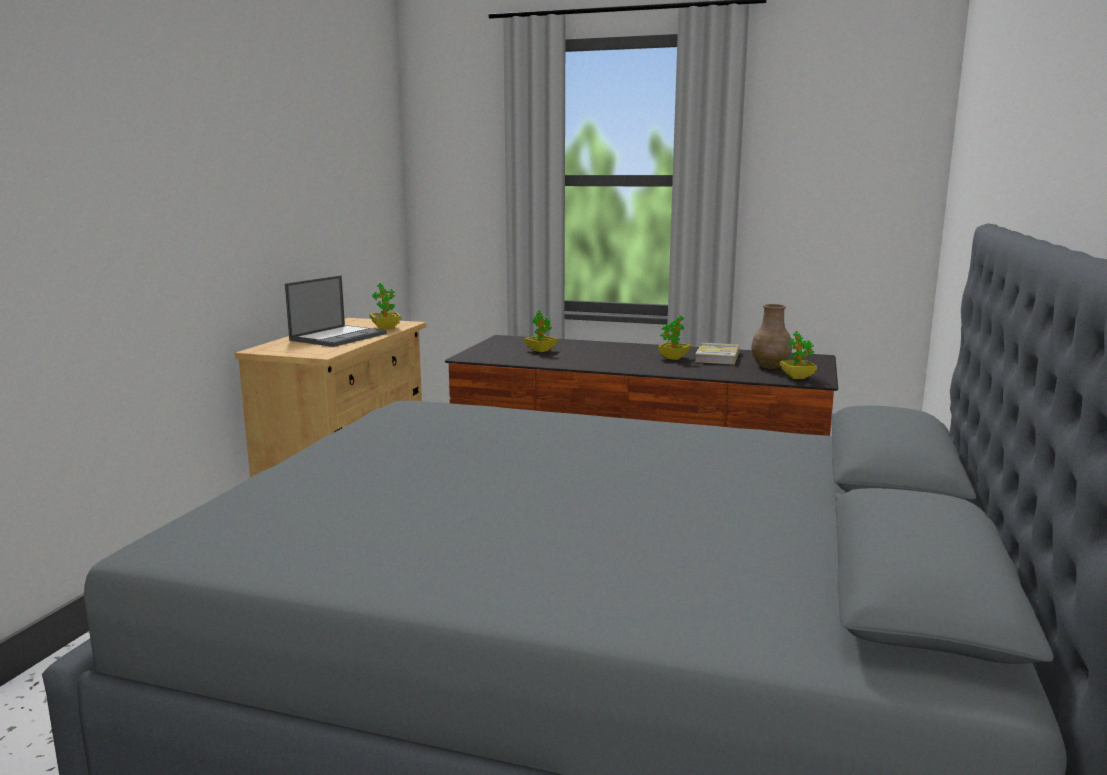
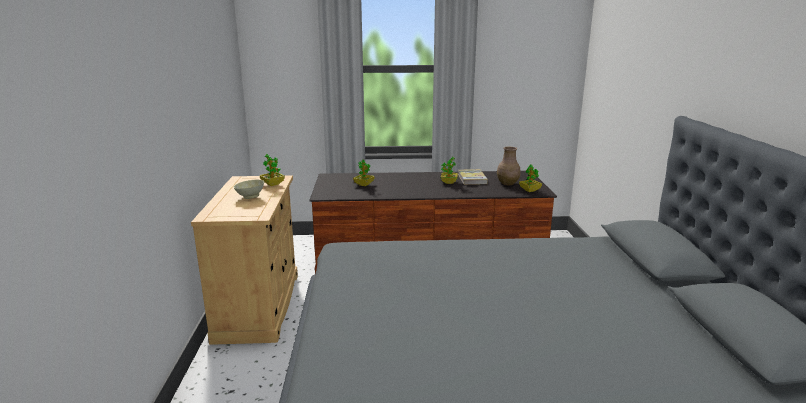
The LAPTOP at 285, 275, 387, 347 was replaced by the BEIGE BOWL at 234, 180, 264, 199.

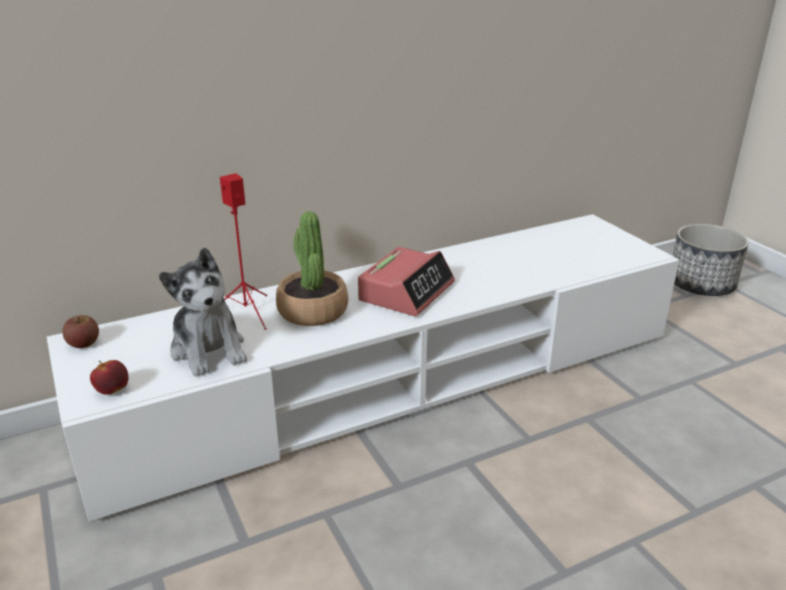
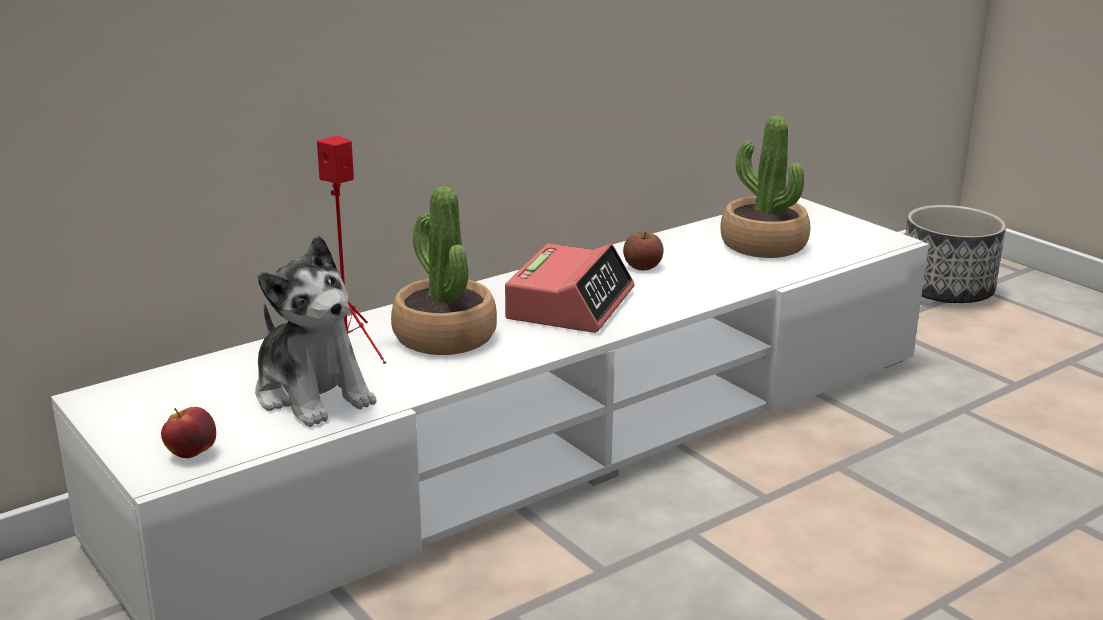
The APPLE moved from 62, 315, 99, 348 to 623, 232, 663, 270.
The POTTED PLANT at 720, 116, 810, 258 appeared.

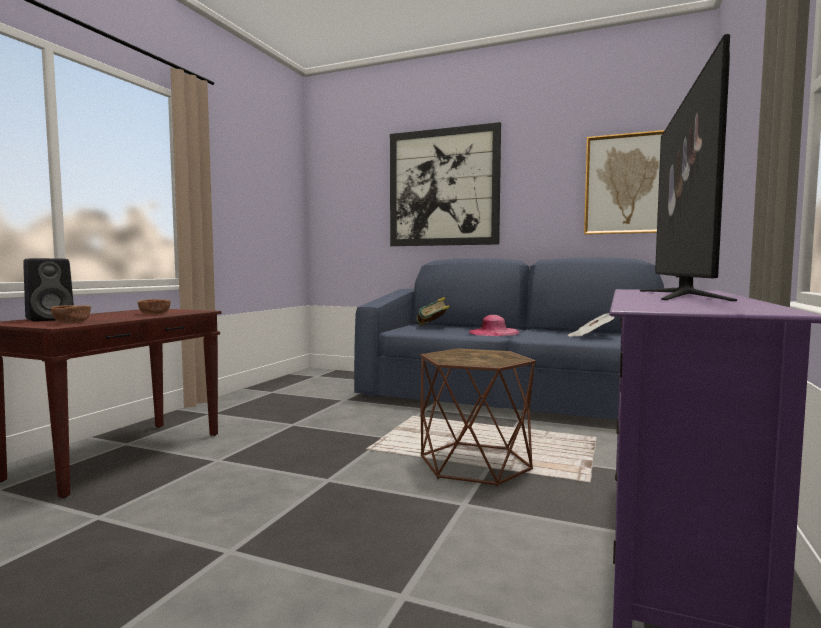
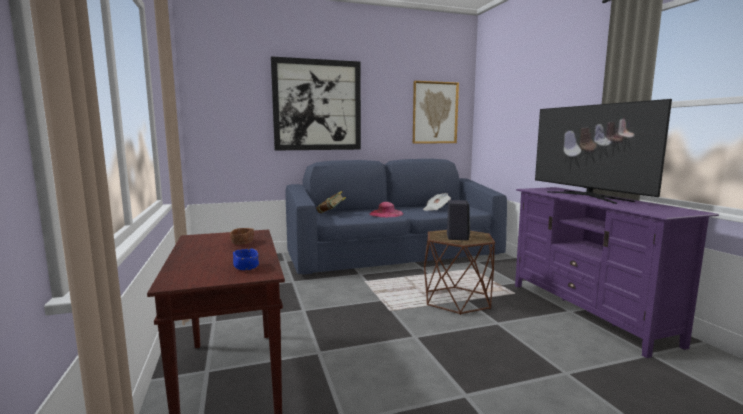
The BROWN BOWL at 51, 305, 91, 323 became the BLUE BOWL at 233, 249, 259, 270.
The BLACK SPEAKER moved from 23, 258, 74, 322 to 447, 200, 470, 240.

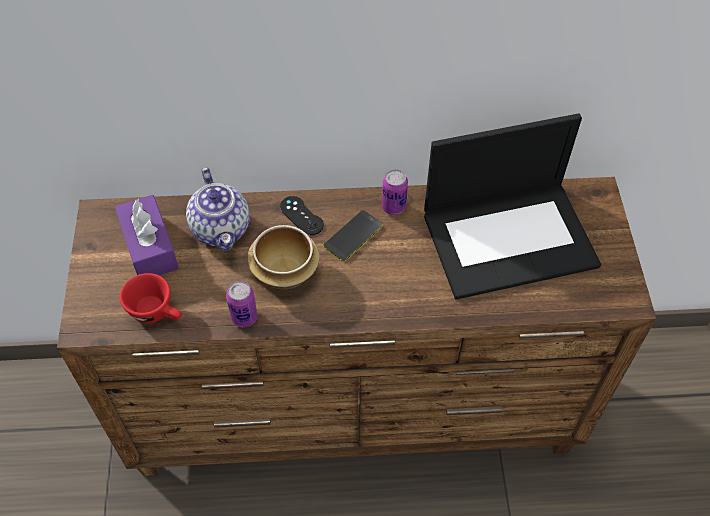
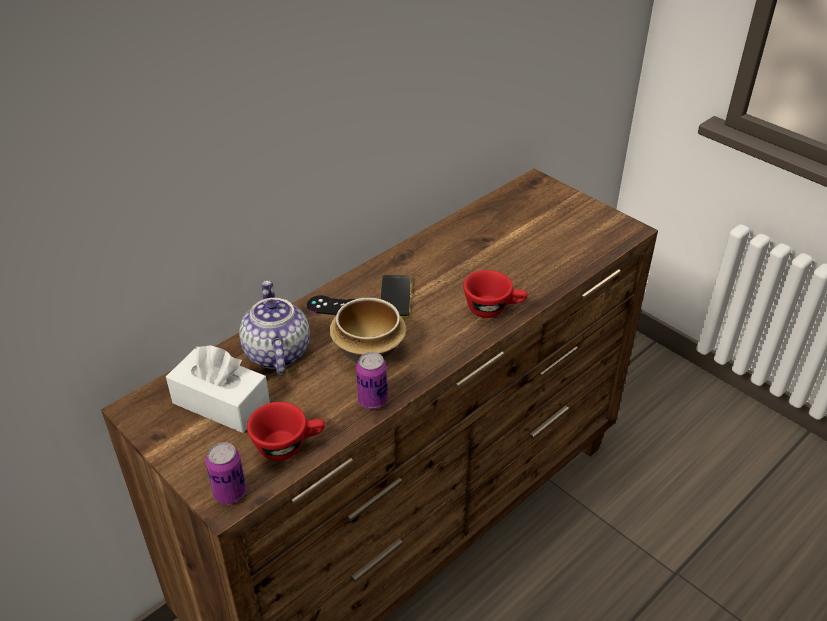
The PURPLE TISSUE BOX at 115, 195, 179, 275 became the WHITE TISSUE BOX at 166, 345, 270, 433.
The CAN moved from 382, 170, 408, 215 to 206, 442, 246, 504.
The TEAPOT at 186, 167, 250, 251 turned 135 degrees counterclockwise.
The RED CUP at 463, 270, 527, 318 appeared.
The LAPTOP at 424, 113, 601, 300 disappeared.

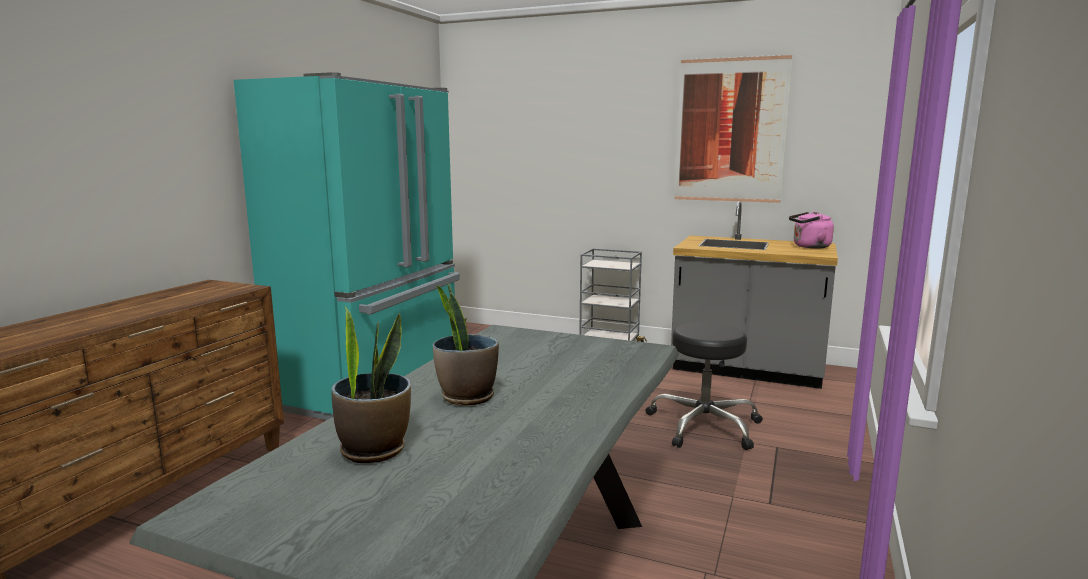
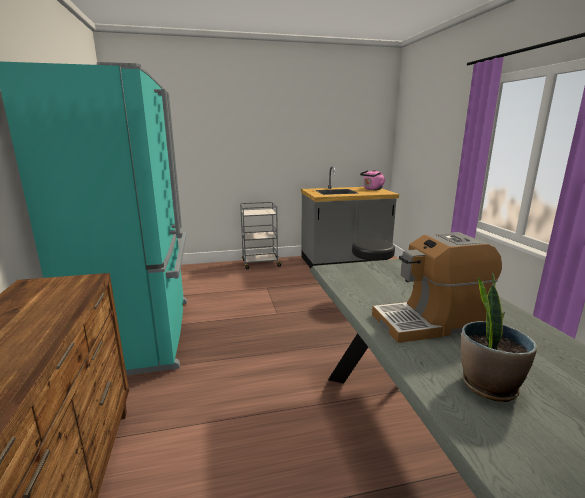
The POTTED PLANT at 433, 283, 499, 406 was replaced by the COFFEE MACHINE at 372, 232, 502, 343.
The PICTURE at 675, 55, 792, 203 disappeared.

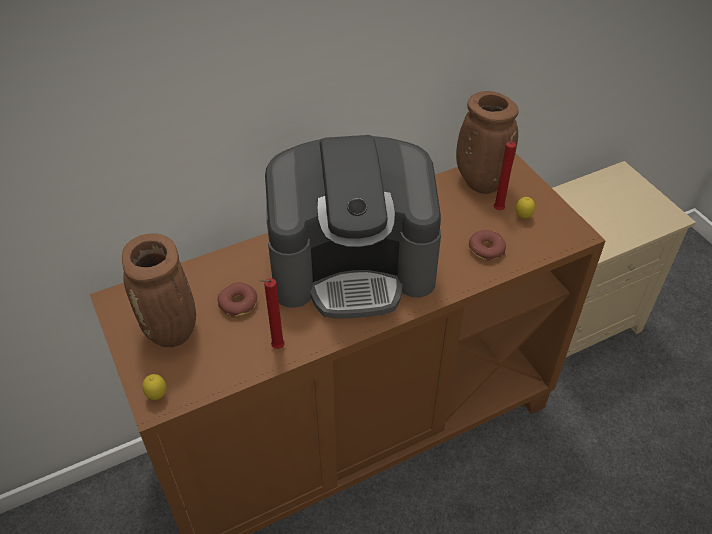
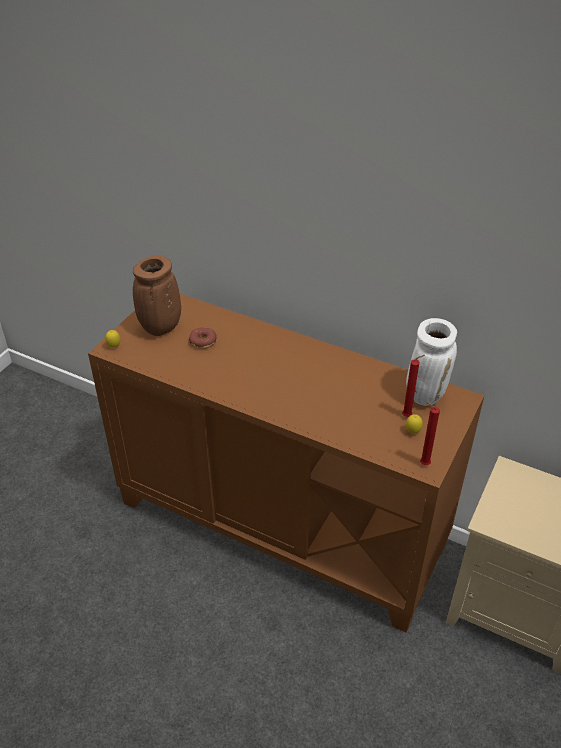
The BROWN VASE at 456, 91, 519, 194 became the WHITE VASE at 406, 318, 457, 406.
The RED CANDLE moved from 259, 278, 285, 349 to 420, 402, 440, 465.
The COFFEE MACHINE at 265, 135, 441, 318 disappeared.
The DONUT at 469, 230, 506, 261 disappeared.

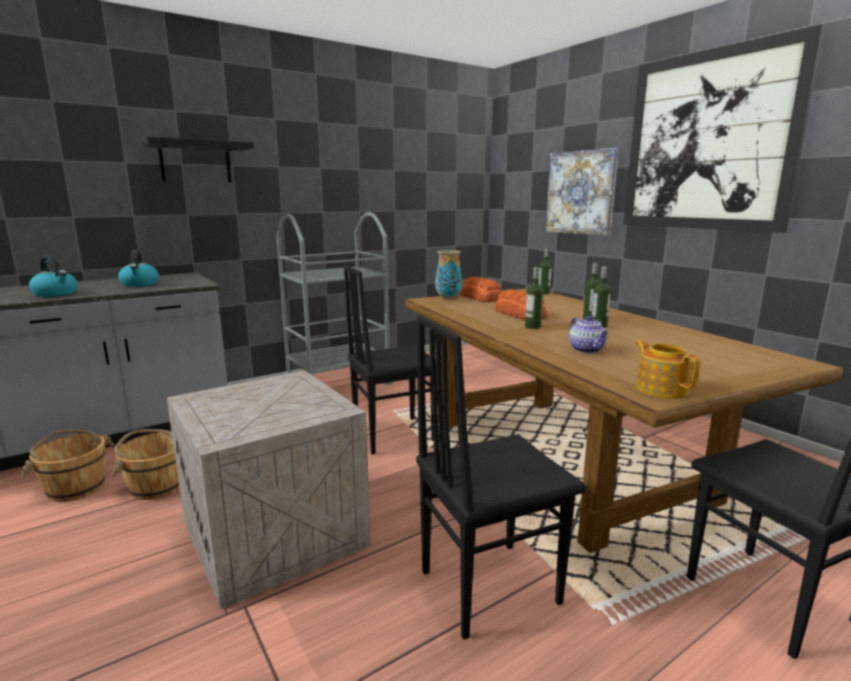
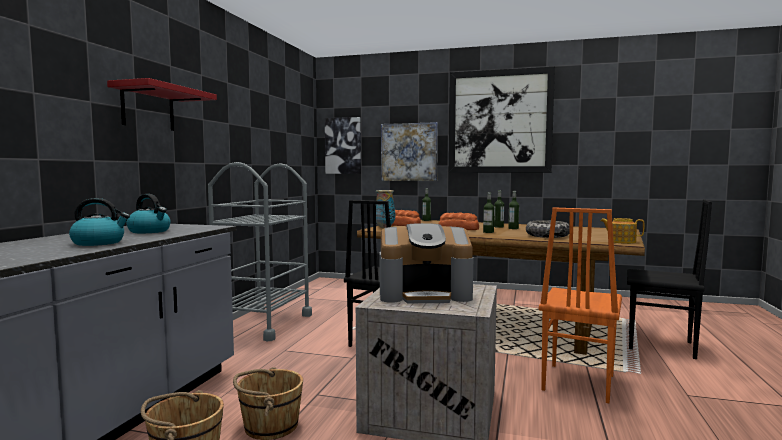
The BLACK SHELF at 141, 136, 254, 182 became the RED SHELF at 107, 78, 217, 131.
The PICTURE at 325, 117, 361, 174 appeared.
The COFFEE MACHINE at 380, 223, 473, 303 appeared.
The TEAPOT at 569, 316, 609, 353 was replaced by the BOWL at 526, 220, 570, 238.
The BLACK CHAIR at 416, 315, 586, 640 became the ORANGE CHAIR at 539, 207, 622, 403.

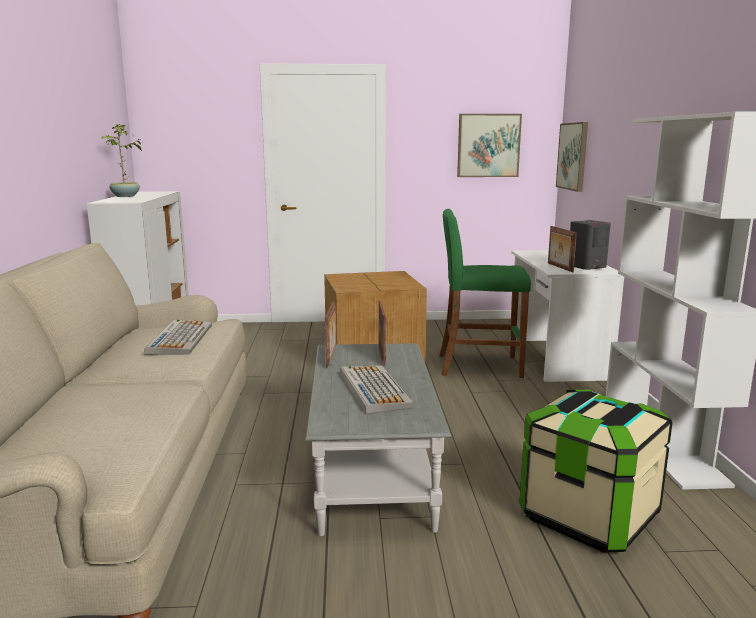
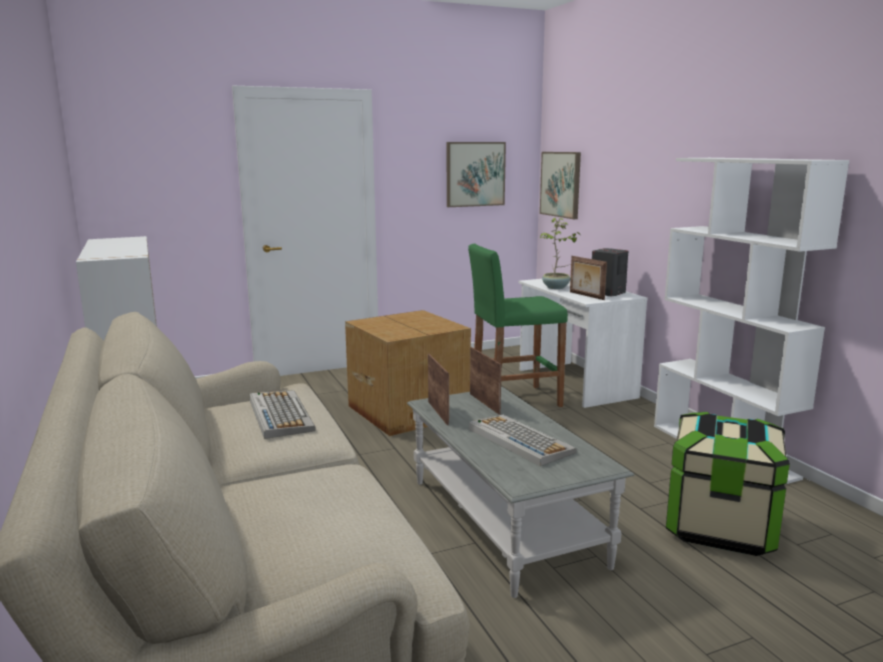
The POTTED PLANT moved from 101, 124, 142, 197 to 540, 218, 581, 289.

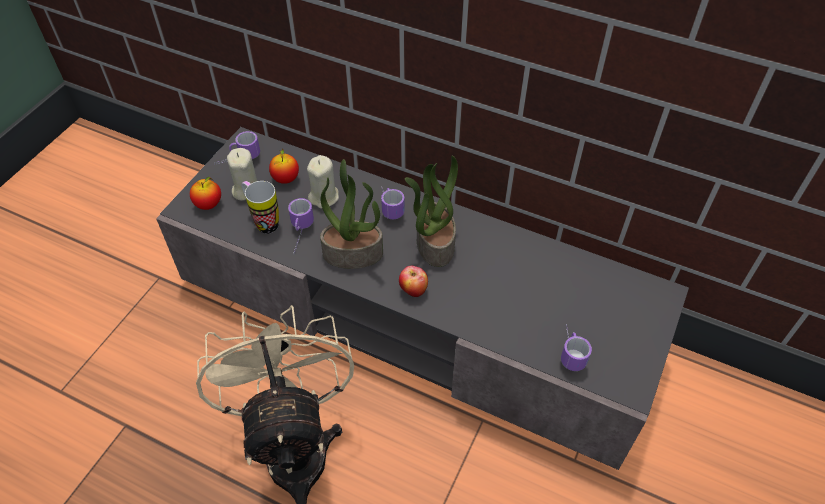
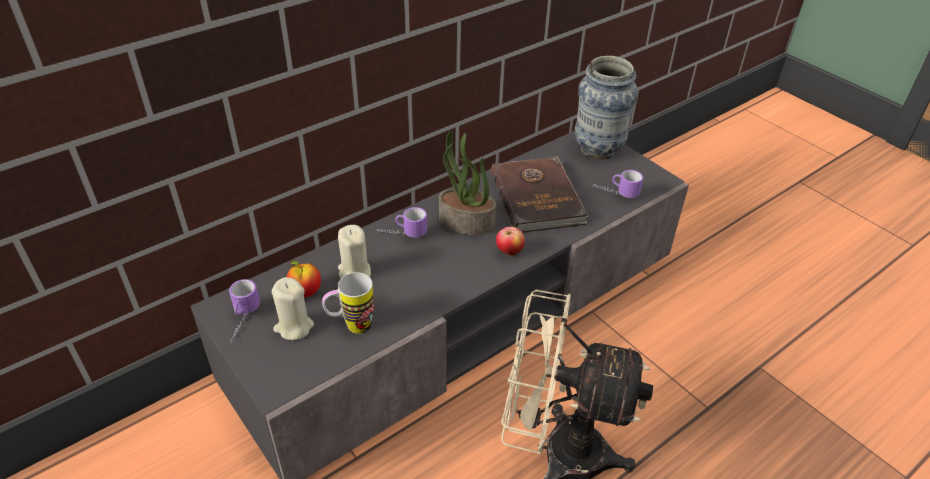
The BROWN BOOK at 491, 156, 588, 233 appeared.
The VASE at 574, 56, 638, 160 appeared.
The APPLE at 190, 177, 221, 210 disappeared.
The MUG at 288, 198, 314, 254 disappeared.
The POTTED PLANT at 320, 159, 383, 269 disappeared.

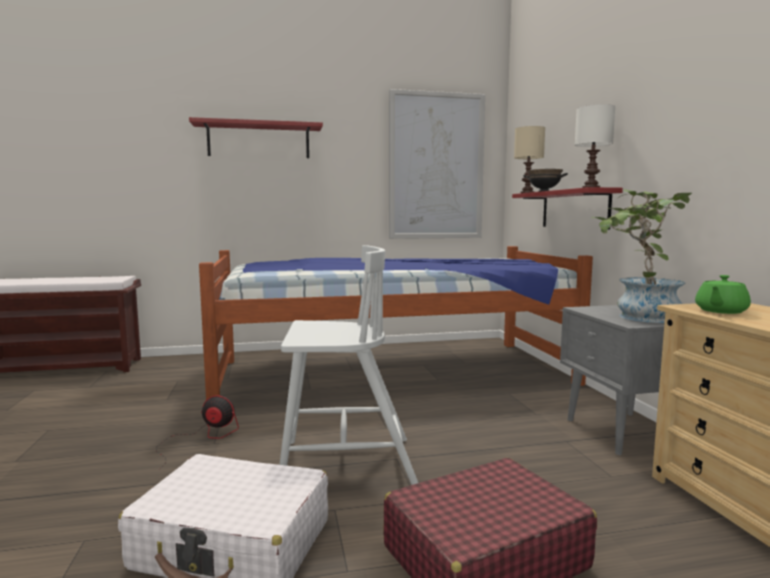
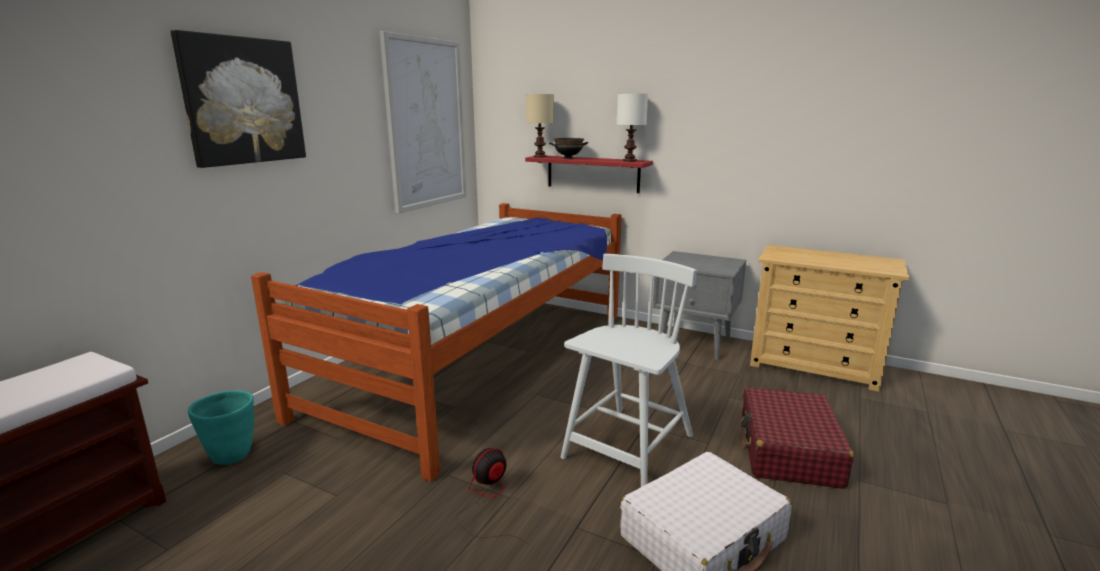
The RED SHELF at 189, 117, 323, 158 was replaced by the PICTURE at 171, 30, 306, 168.
The TURQUOISE PLANTER at 188, 390, 254, 465 appeared.
The POTTED PLANT at 590, 189, 692, 323 disappeared.
The GREEN TEAPOT at 695, 275, 751, 314 disappeared.

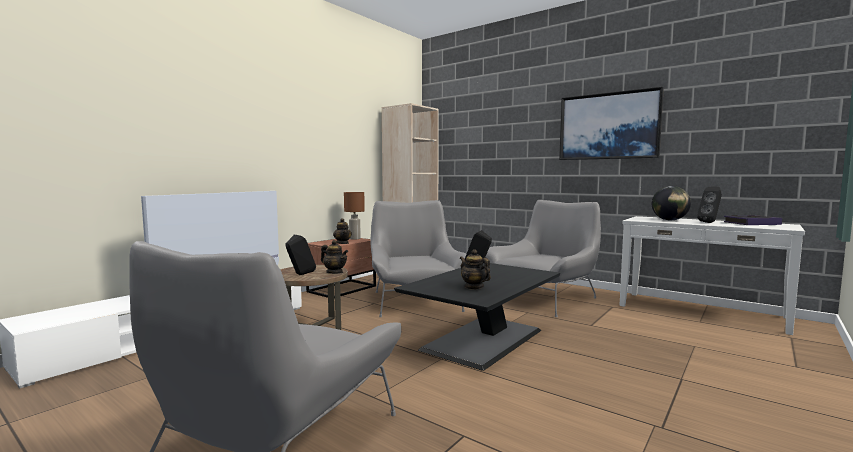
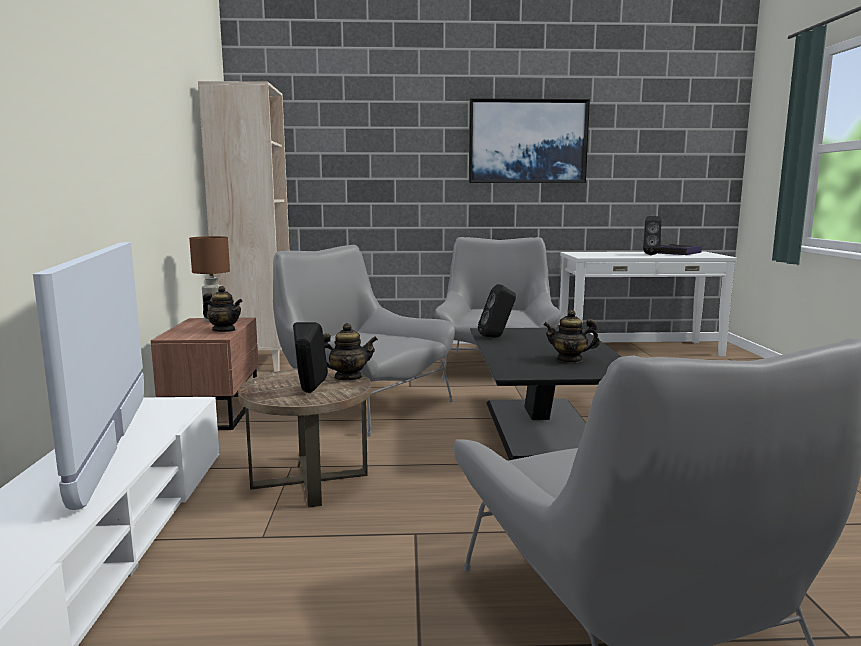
The GLOBE at 652, 186, 691, 220 disappeared.

